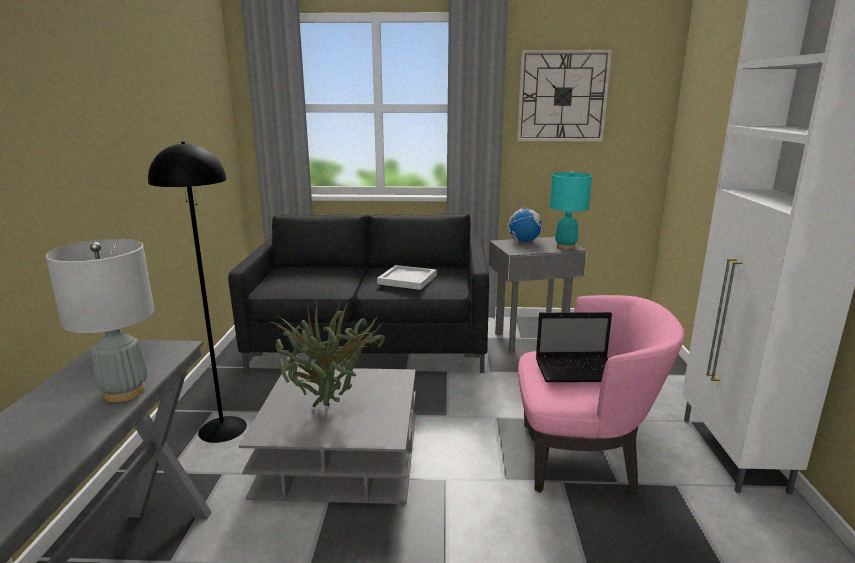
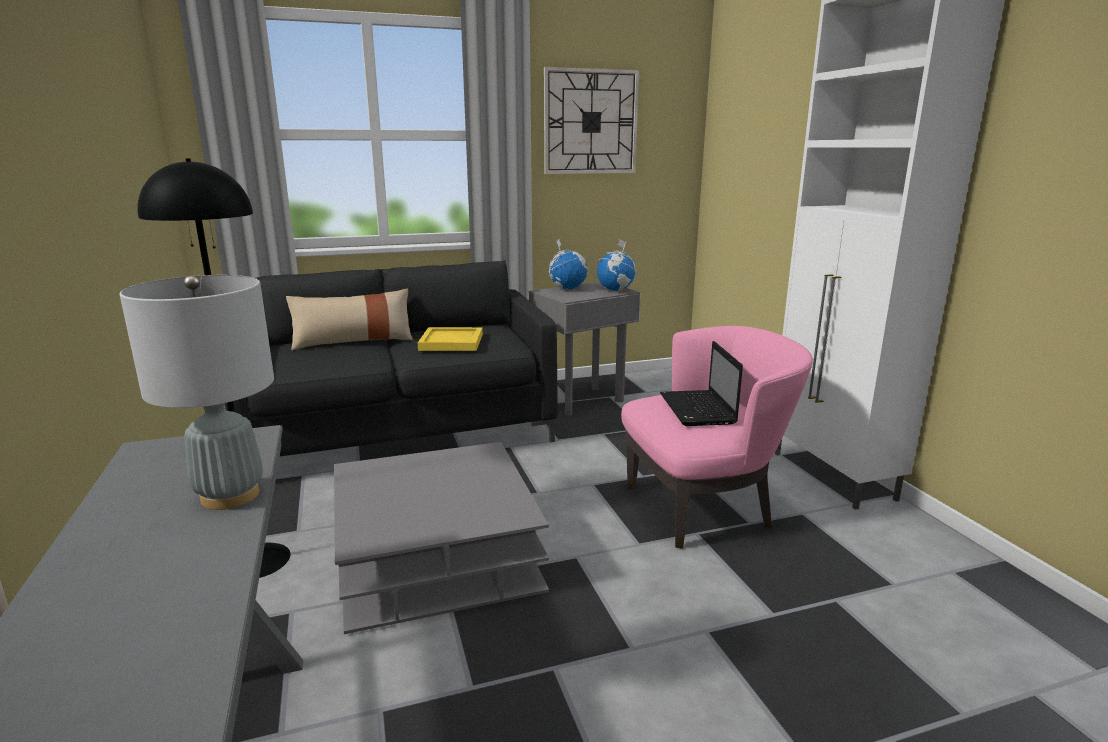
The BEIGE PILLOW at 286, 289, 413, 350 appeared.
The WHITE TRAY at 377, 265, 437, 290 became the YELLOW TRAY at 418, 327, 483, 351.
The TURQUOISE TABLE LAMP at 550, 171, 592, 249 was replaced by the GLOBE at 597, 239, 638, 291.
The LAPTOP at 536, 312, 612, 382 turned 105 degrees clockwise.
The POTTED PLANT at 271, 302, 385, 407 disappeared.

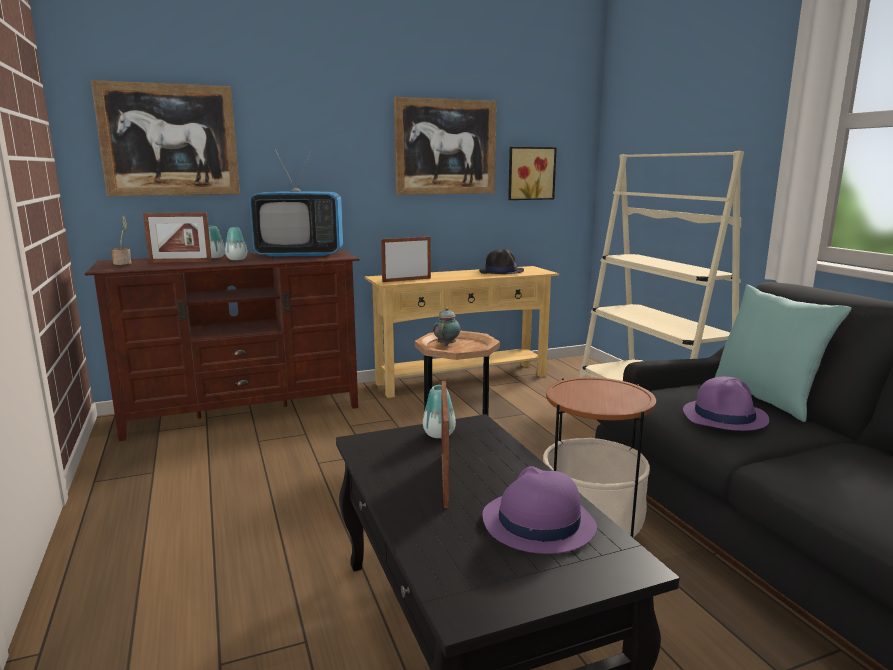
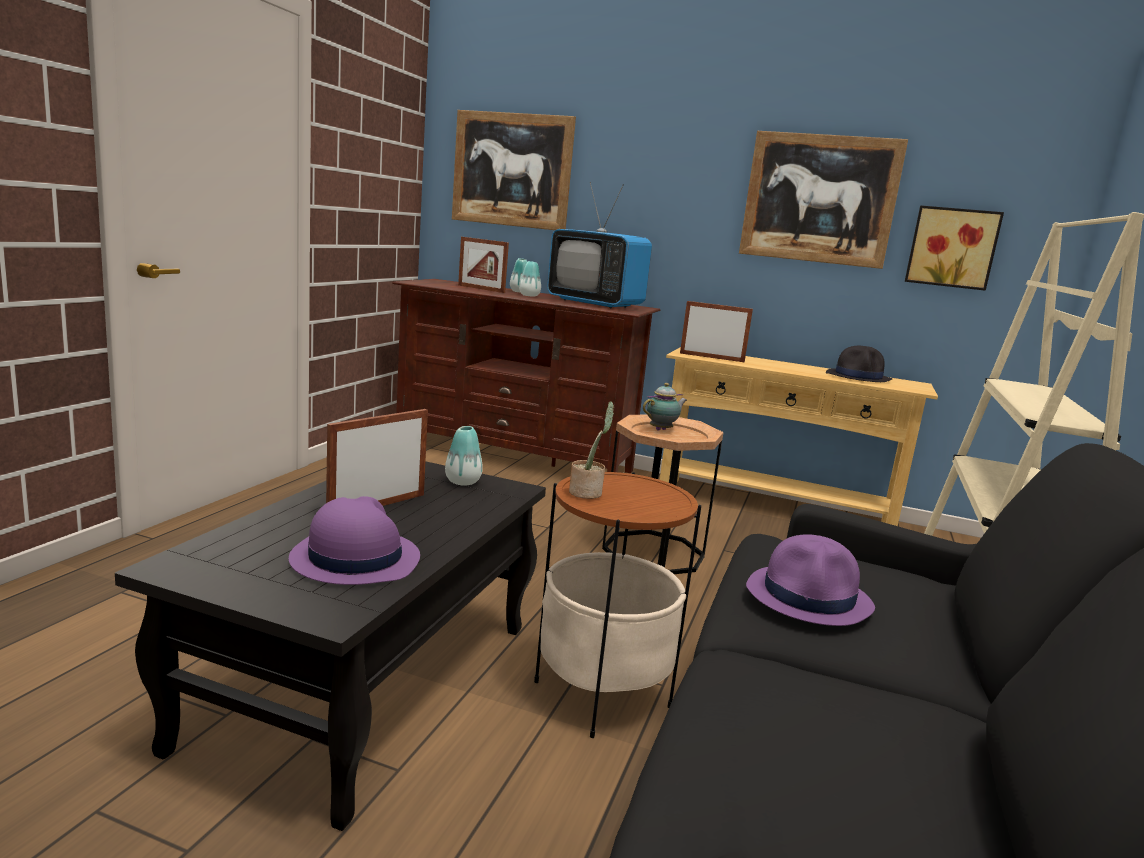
The POTTED PLANT moved from 111, 215, 132, 265 to 569, 401, 614, 499.
The TURQUOISE PILLOW at 714, 285, 851, 422 disappeared.

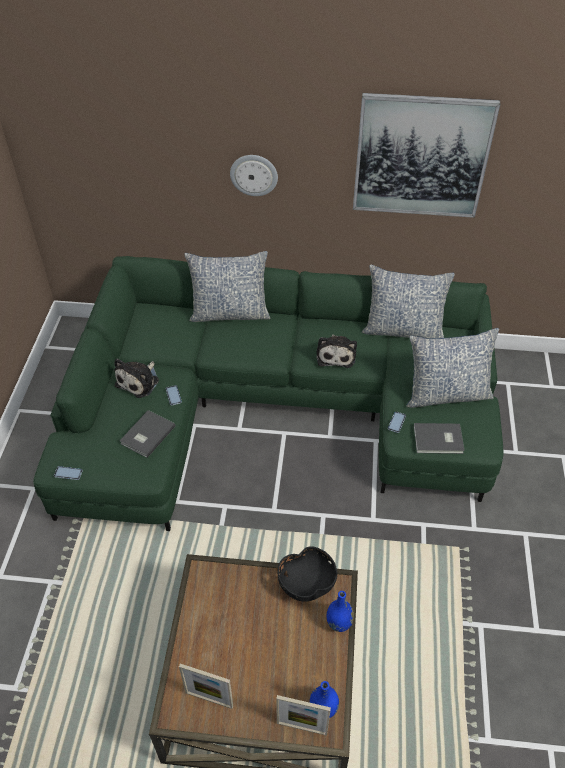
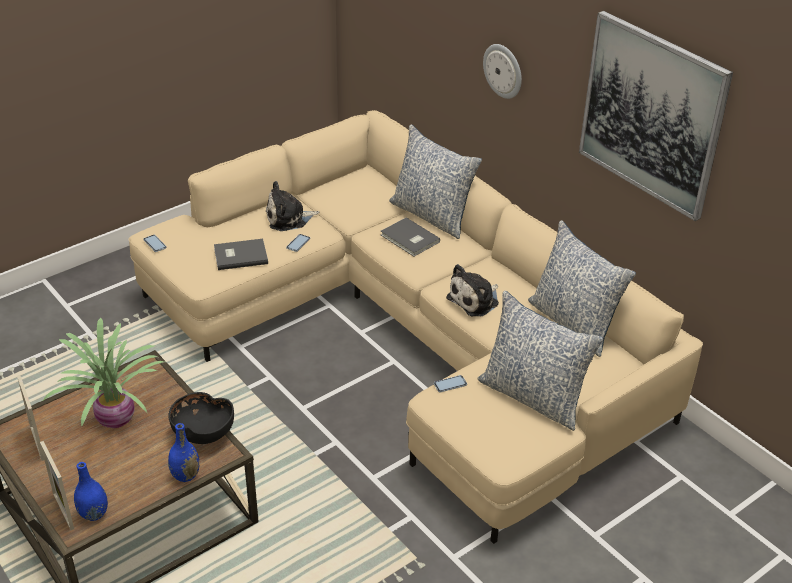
The POTTED PLANT at 43, 318, 164, 428 appeared.
The GREEN SOFA at 33, 256, 504, 531 became the BEIGE SOFA at 128, 110, 703, 544.
The GREY BOOK moved from 414, 423, 465, 454 to 381, 217, 440, 256.

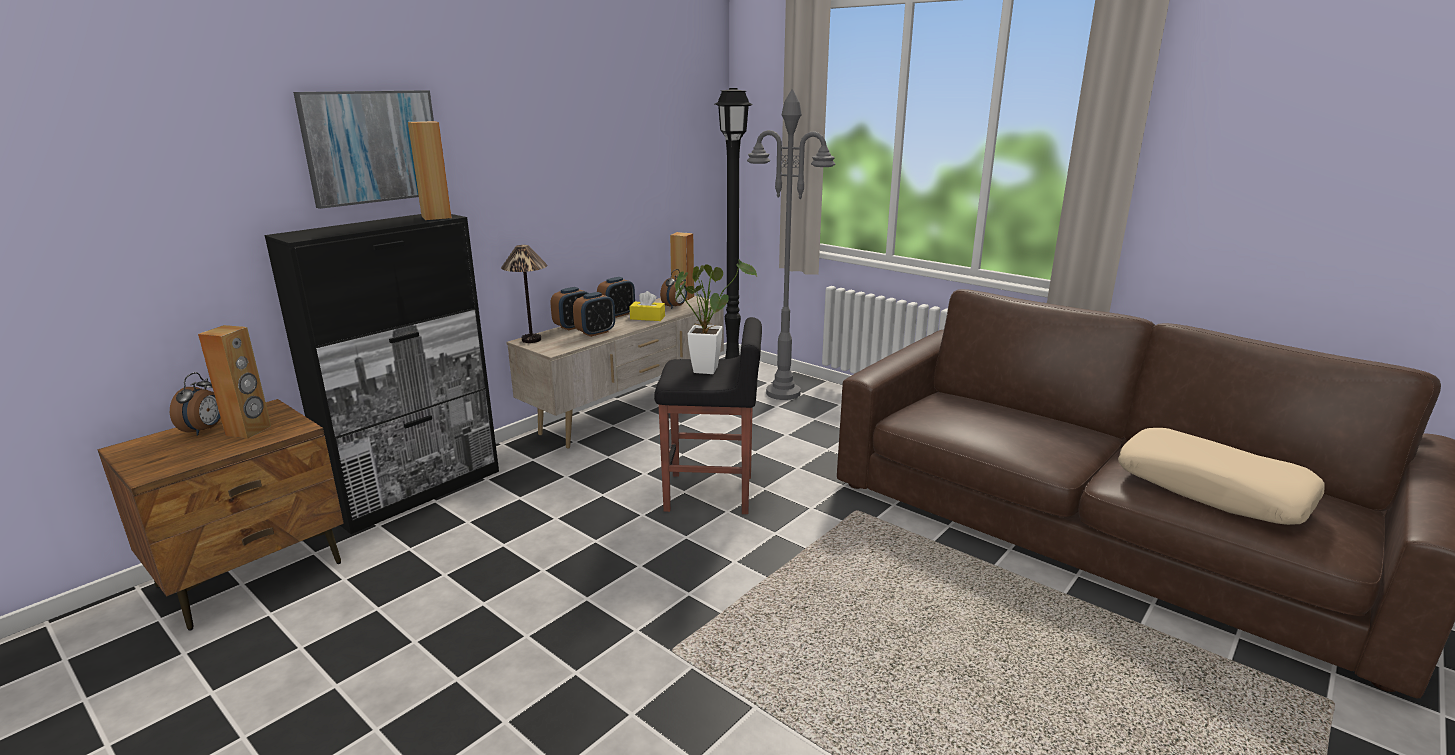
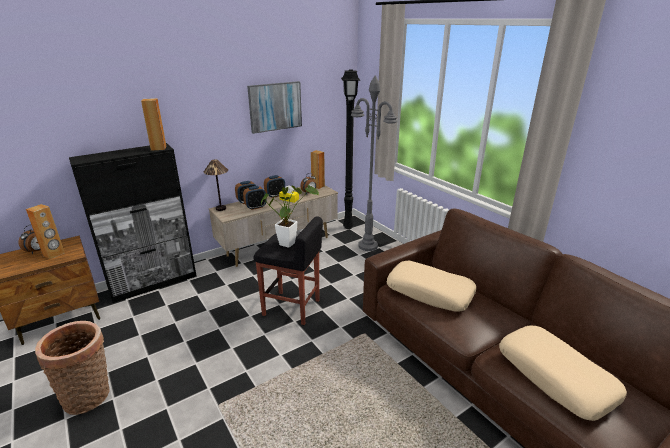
The BASKET at 35, 321, 110, 415 appeared.
The PICTURE moved from 293, 90, 434, 209 to 247, 81, 302, 134.
The BEIGE PILLOW at 386, 261, 476, 312 appeared.

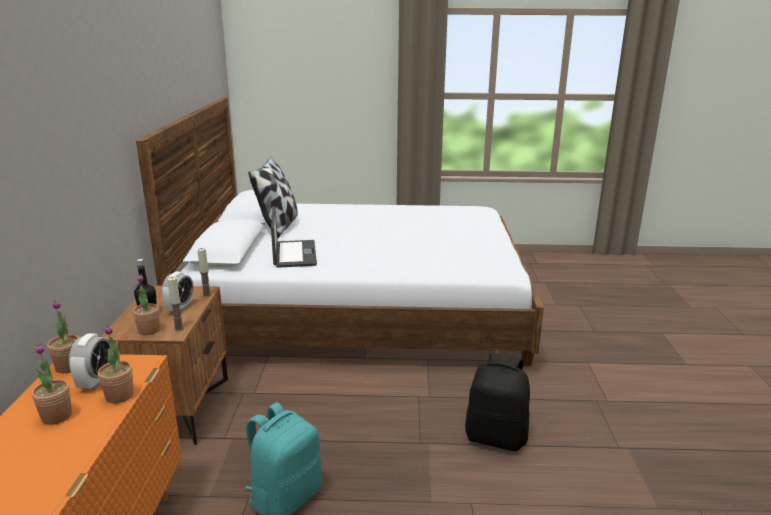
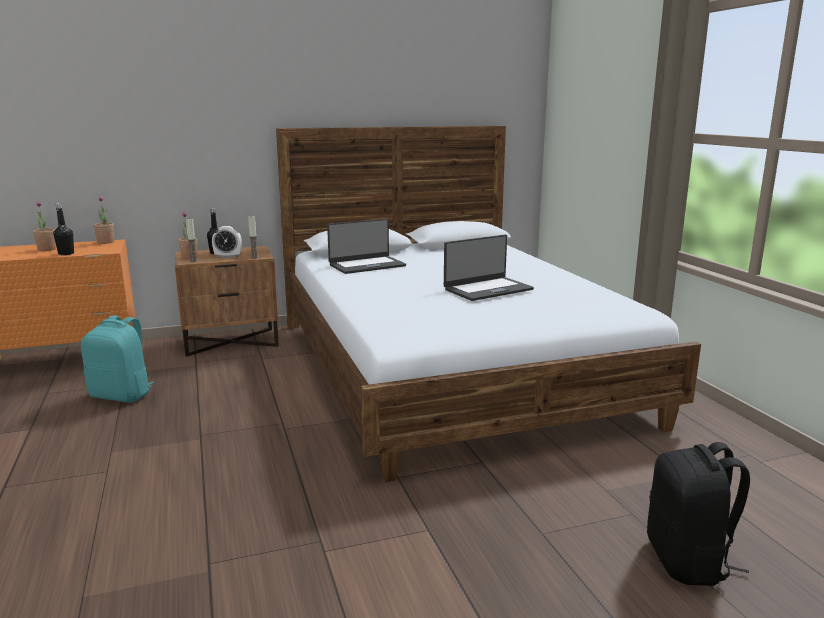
The POTTED PLANT at 98, 325, 134, 404 was replaced by the BLACK BOTTLE at 53, 203, 74, 255.
The LAPTOP at 444, 235, 534, 301 appeared.
The BLACK BACKPACK moved from 465, 353, 530, 451 to 647, 442, 750, 586.
The ALARM CLOCK at 69, 333, 110, 390 disappeared.
The PILLOW at 248, 157, 298, 238 disappeared.

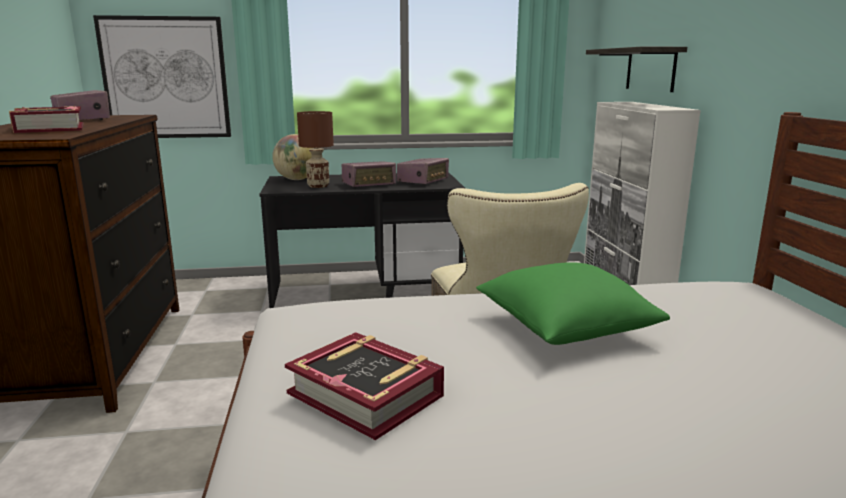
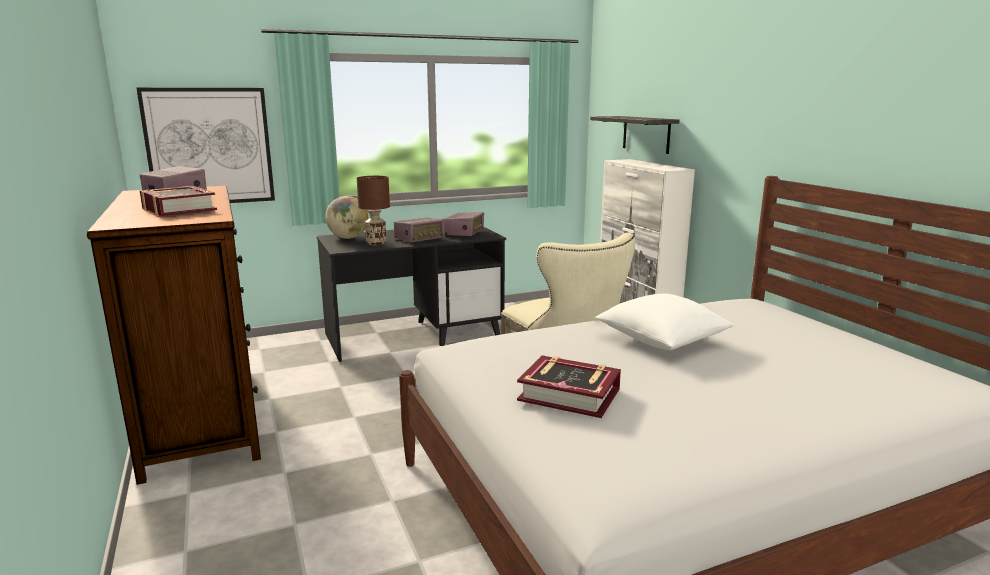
The GREEN PILLOW at 476, 262, 670, 345 became the WHITE PILLOW at 595, 294, 734, 350.

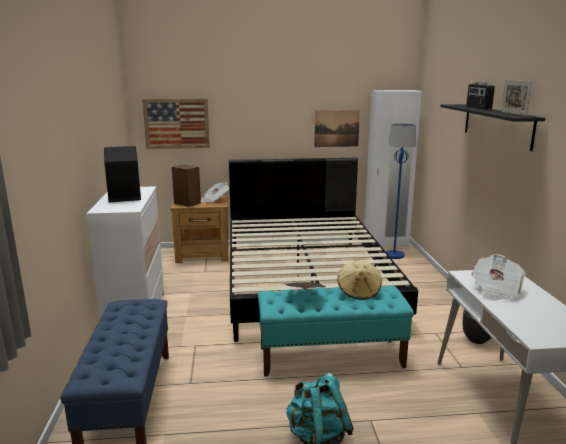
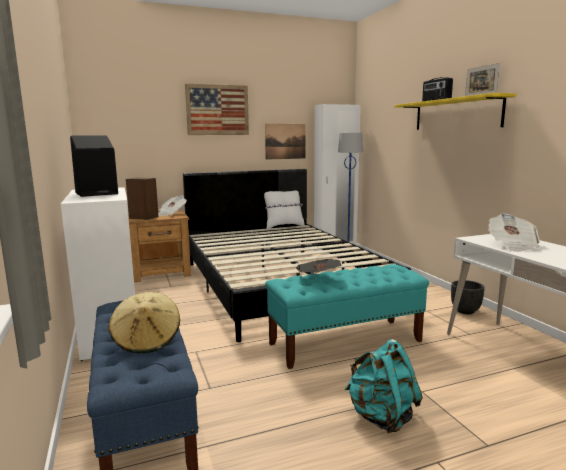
The BEIGE HAT moved from 337, 261, 382, 300 to 108, 292, 180, 353.
The PICTURE moved from 142, 98, 210, 149 to 185, 84, 249, 135.
The WHITE PILLOW at 264, 190, 305, 229 appeared.
The BLACK SHELF at 440, 104, 545, 151 became the YELLOW SHELF at 394, 93, 516, 130.

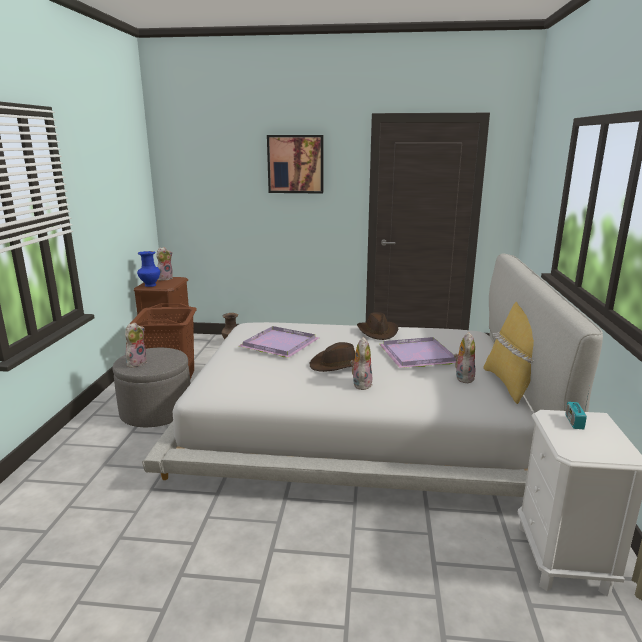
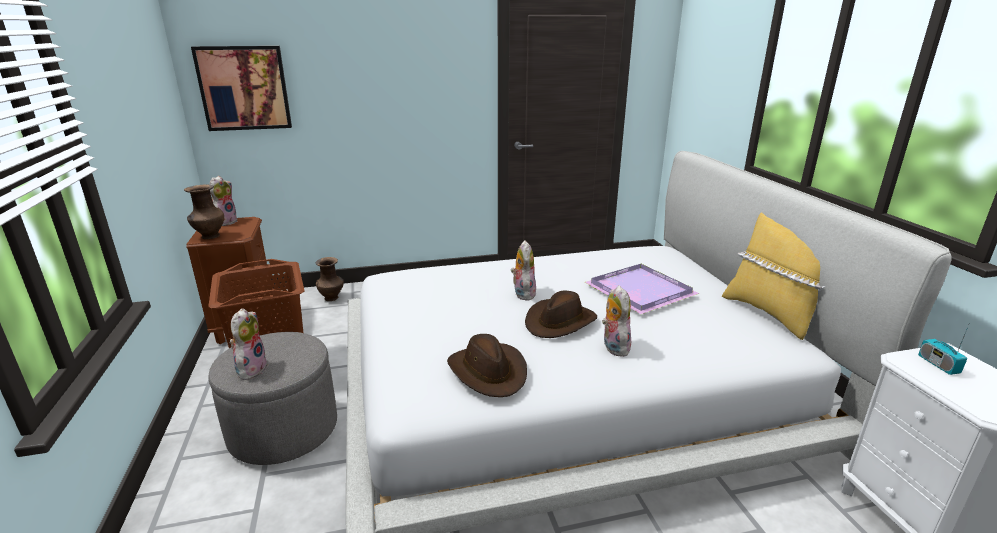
The BLUE VASE at 137, 251, 160, 287 became the BROWN VASE at 184, 184, 224, 239.
The PICTURE moved from 267, 135, 323, 194 to 191, 46, 292, 131.
The BROWN HAT moved from 357, 312, 398, 340 to 447, 334, 527, 397.
The PLUSH TOY moved from 454, 332, 475, 384 to 511, 240, 536, 300.
The PURPLE TRAY at 239, 326, 319, 358 disappeared.

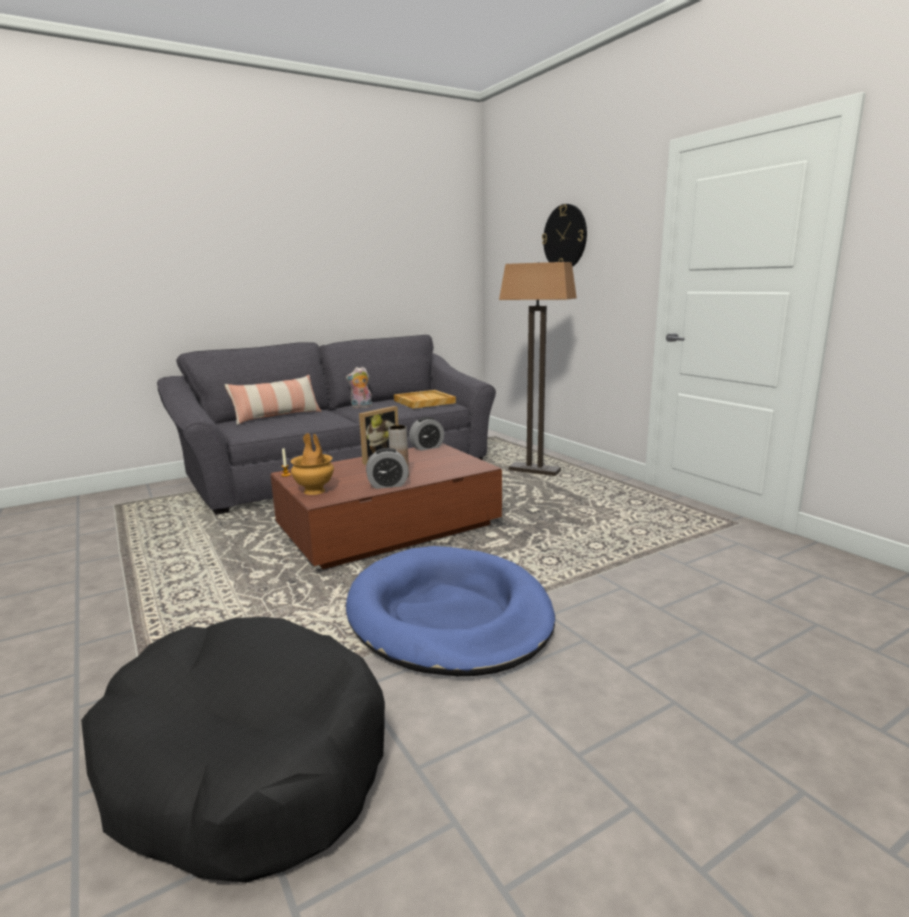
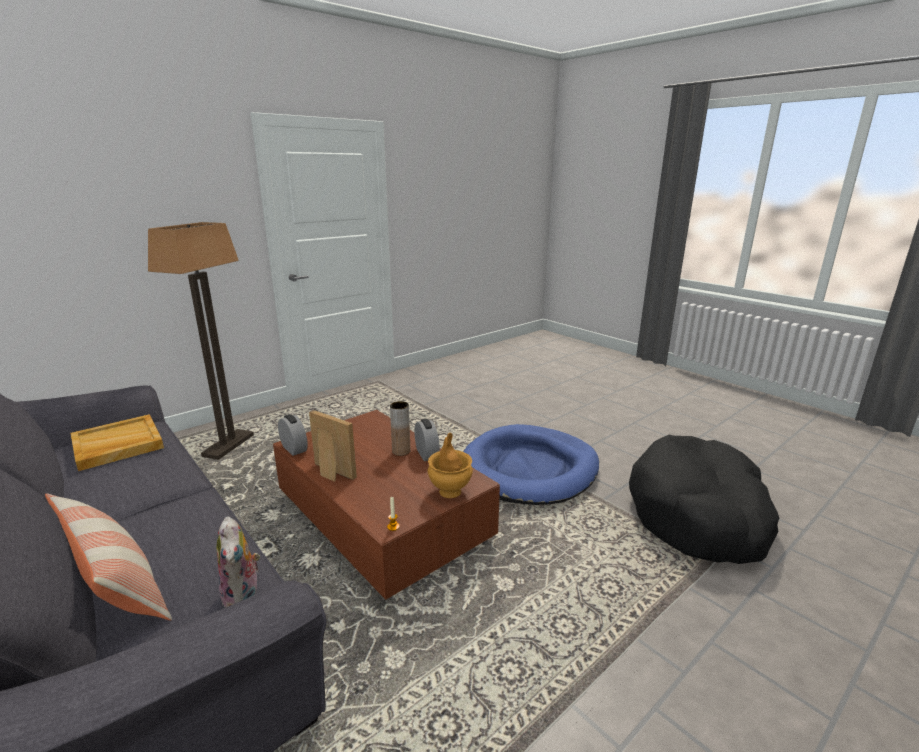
The PLUSH TOY moved from 346, 367, 373, 409 to 217, 516, 260, 608.
The WALL CLOCK at 542, 204, 587, 267 disappeared.

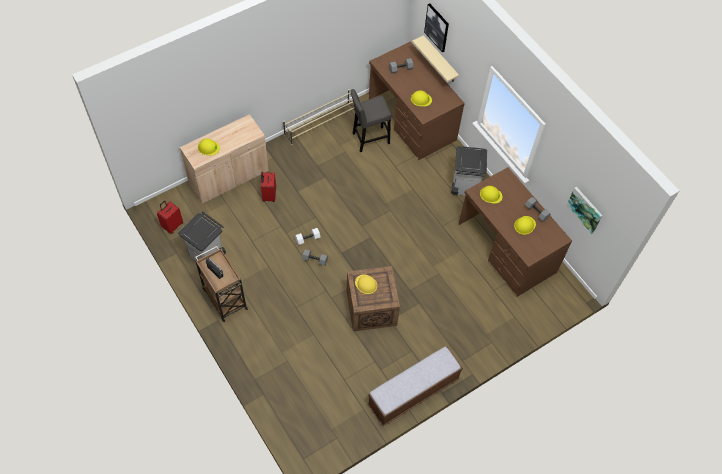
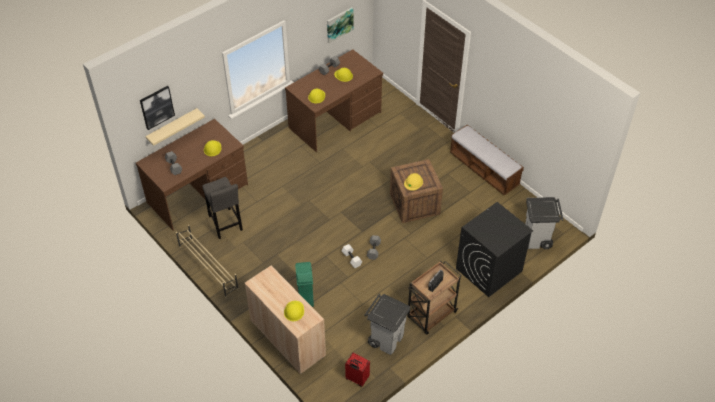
The RED SUITCASE at 261, 172, 276, 202 was replaced by the GREEN TRASH CAN at 295, 262, 314, 307.
The BLACK WASHING MACHINE at 456, 202, 533, 297 appeared.
The GREY TRASH CAN moved from 451, 146, 487, 195 to 525, 197, 564, 249.

